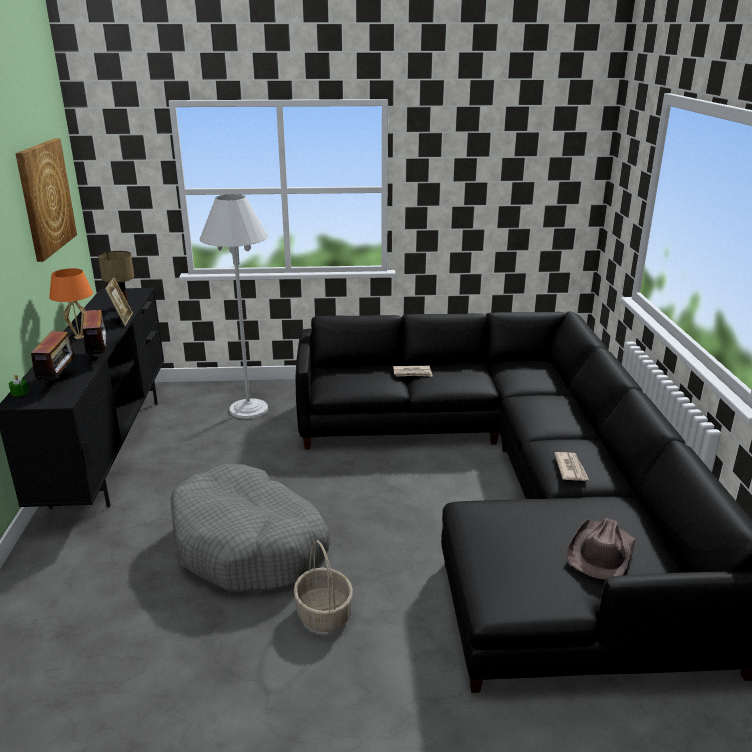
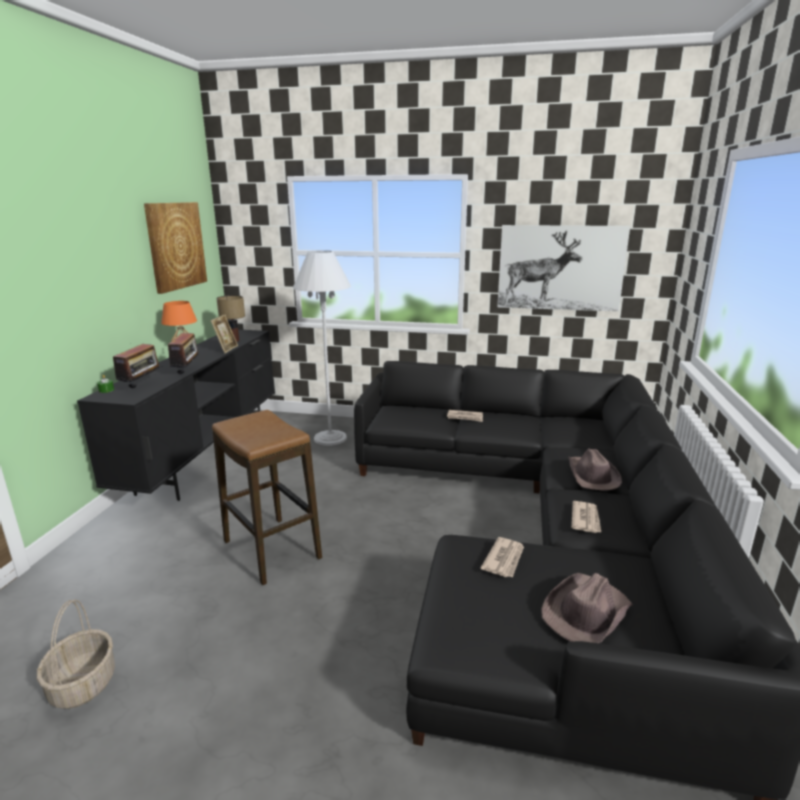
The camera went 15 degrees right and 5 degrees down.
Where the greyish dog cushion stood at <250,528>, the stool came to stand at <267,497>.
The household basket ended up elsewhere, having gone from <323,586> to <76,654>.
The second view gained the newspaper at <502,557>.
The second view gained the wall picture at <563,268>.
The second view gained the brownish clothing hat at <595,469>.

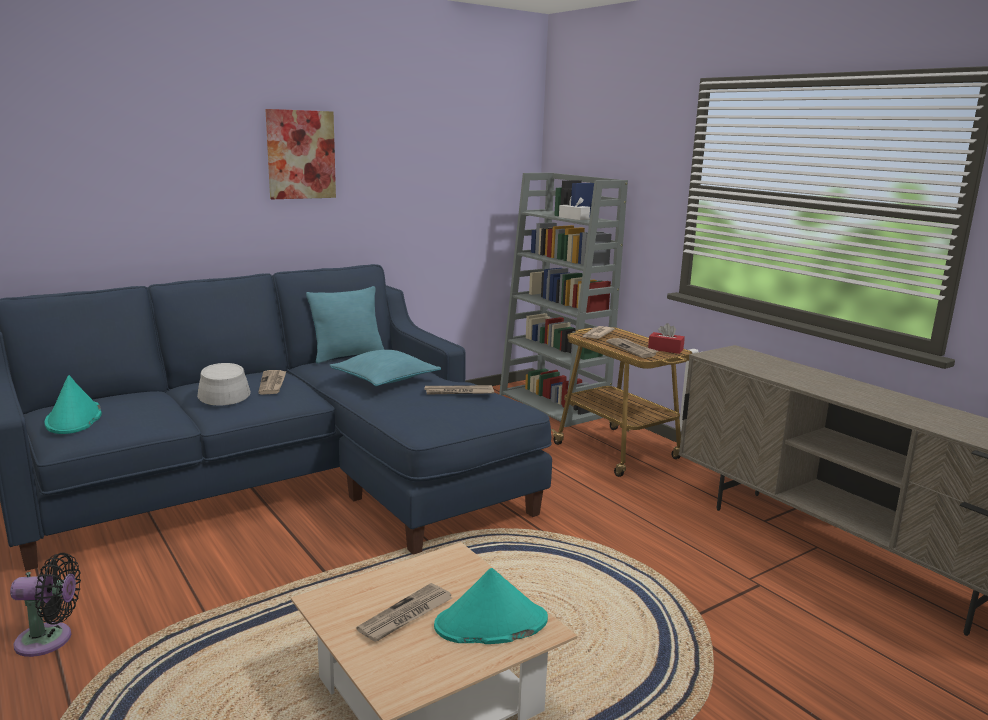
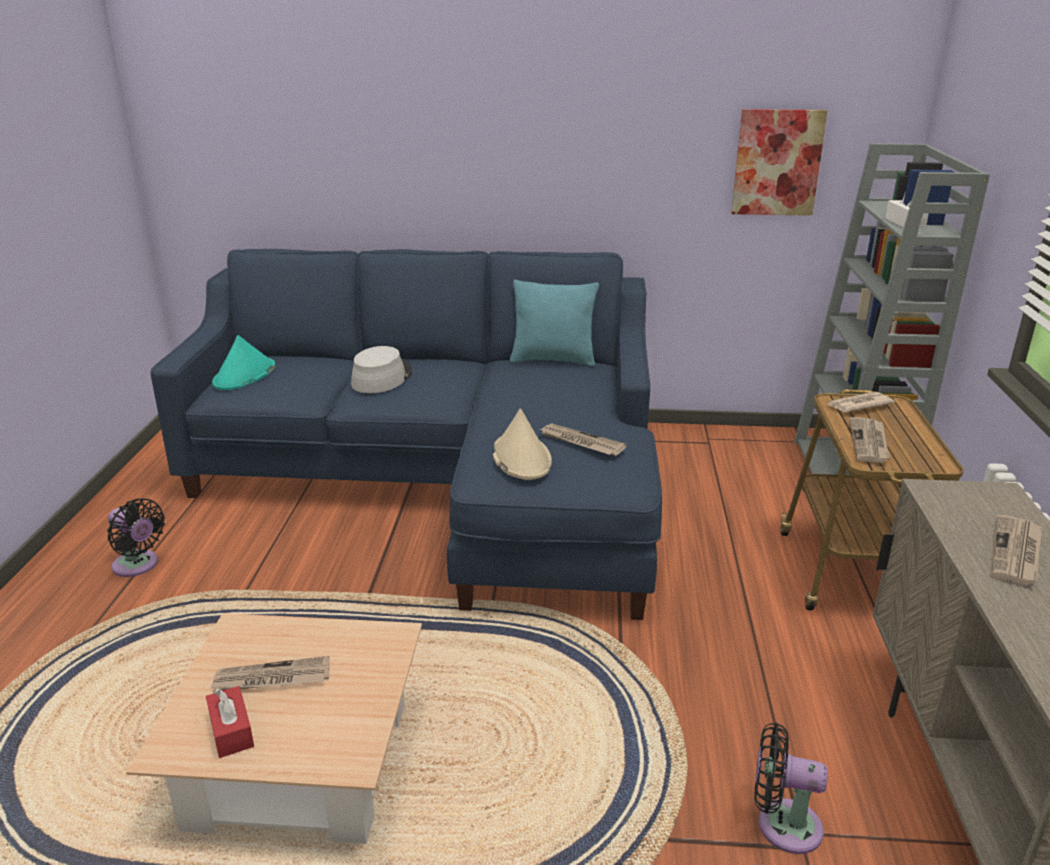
The camera went 40 degrees right and 10 degrees up.
The newspaper ended up elsewhere, having gone from <272,382> to <1016,550>.
The wall picture ended up elsewhere, having gone from <300,154> to <779,162>.
The second view lost the blue-green pillow at <385,368>.
The second view lost the blue-green clothing hat at <491,606>.
The reddish tissue holder ended up elsewhere, having gone from <666,338> to <230,722>.
The second view gained the beige-coloured clothing hat at <522,444>.
The second view gained the black fan at <791,788>.

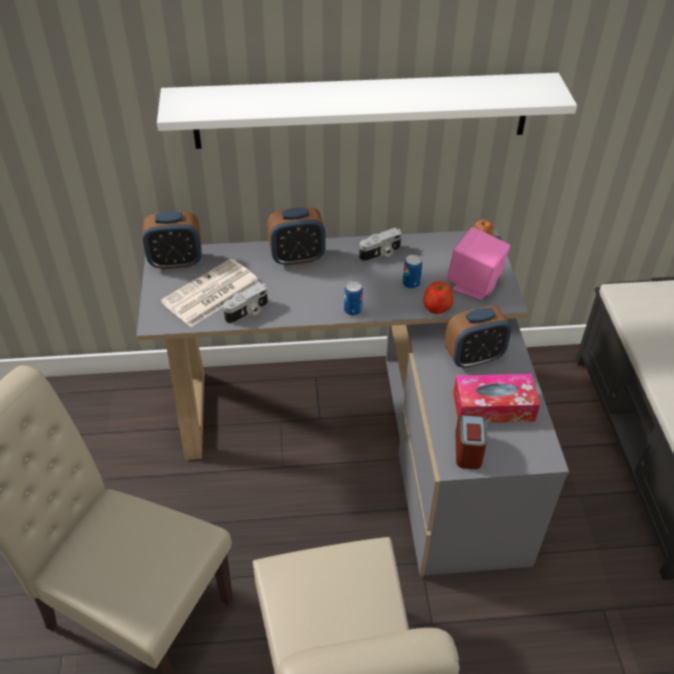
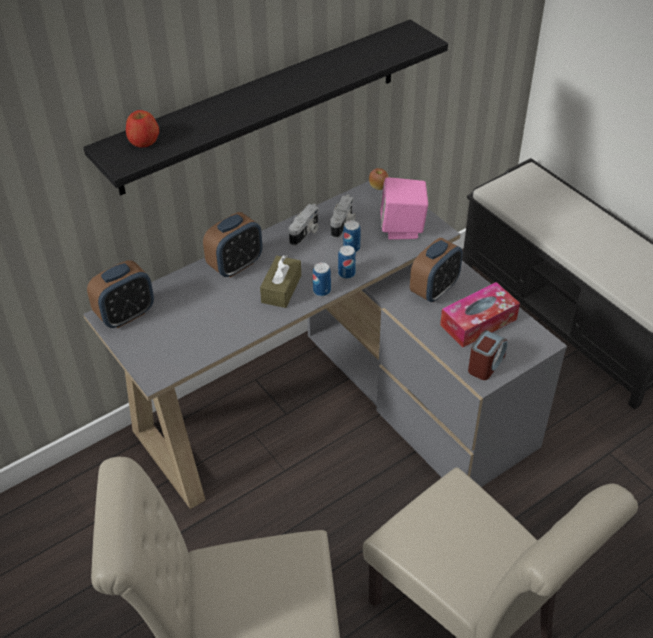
The camera went 30 degrees left and 0 degrees up.
What was the white-coloured bracket shelf at <367,111> turned into the black bracket shelf at <265,107>.
The second view lost the newspaper at <210,292>.
The still camera ended up elsewhere, having gone from <245,303> to <343,216>.
The apple fruit ended up elsewhere, having gone from <438,297> to <142,129>.
The bedside clock at <471,442> ended up facing another way, 60 degrees clockwise from before.
The second view gained the brownish tissue holder at <280,281>.
The second view gained the metal can at <347,262>.

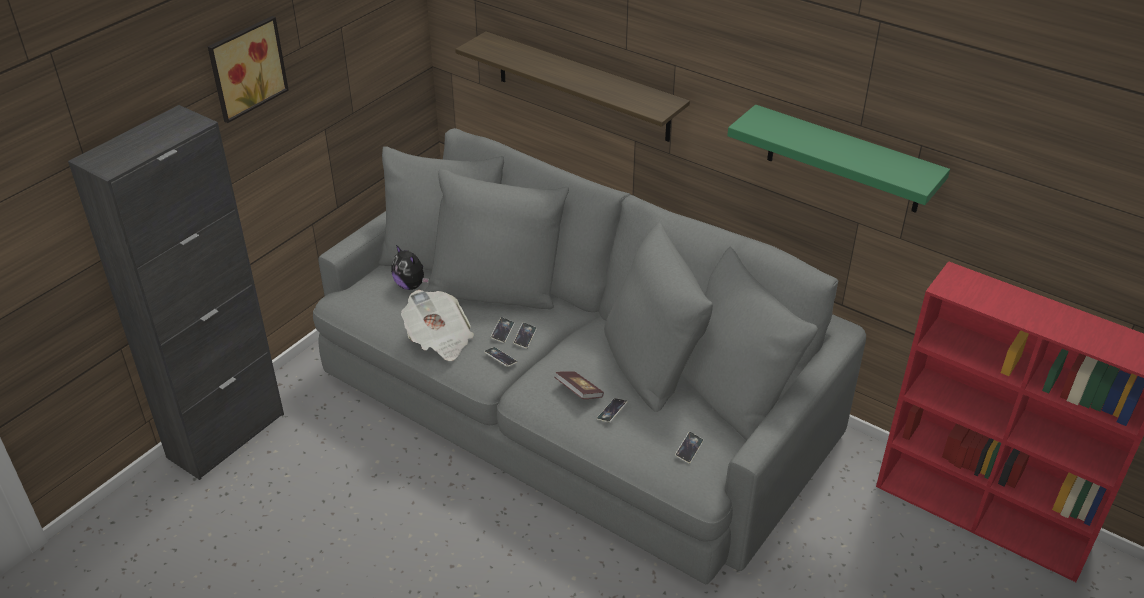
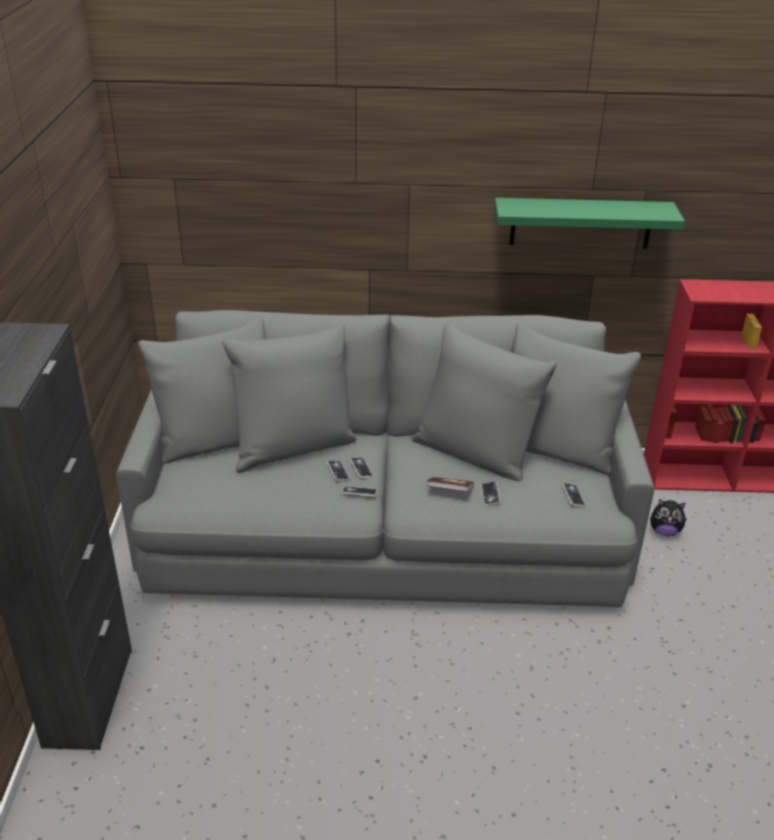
The camera went 35 degrees left and 5 degrees down.
The second view lost the wall picture at <248,69>.
The soft toy ended up elsewhere, having gone from <410,267> to <668,517>.
The second view lost the newspaper at <437,325>.
The second view lost the bracket shelf at <572,86>.

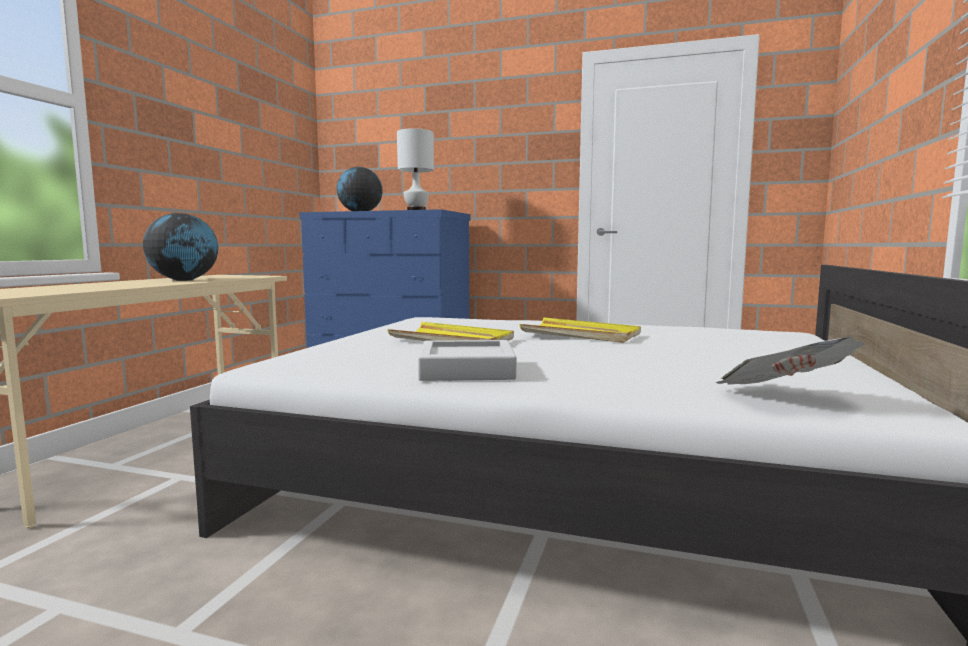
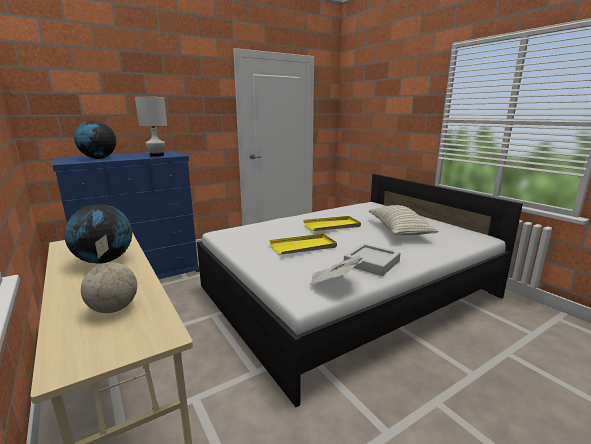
The camera went 50 degrees left and 10 degrees up.
The newspaper ended up elsewhere, having gone from <790,361> to <336,270>.
The second view gained the globe at <109,274>.
The second view gained the pillow at <403,220>.

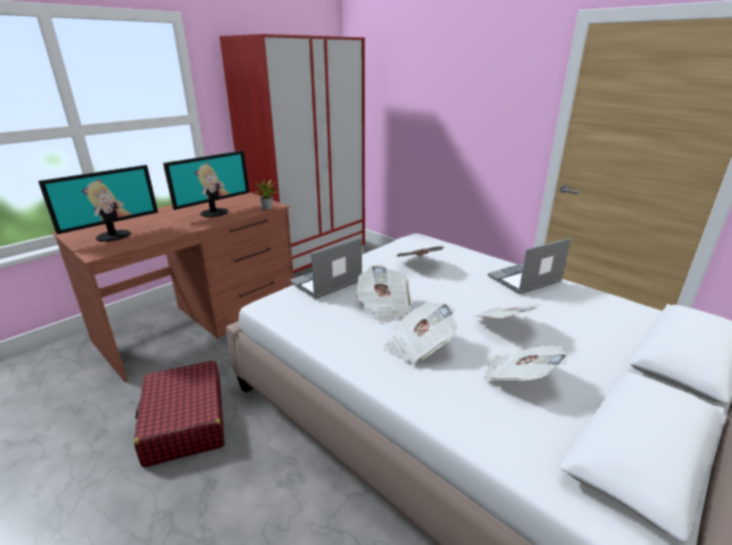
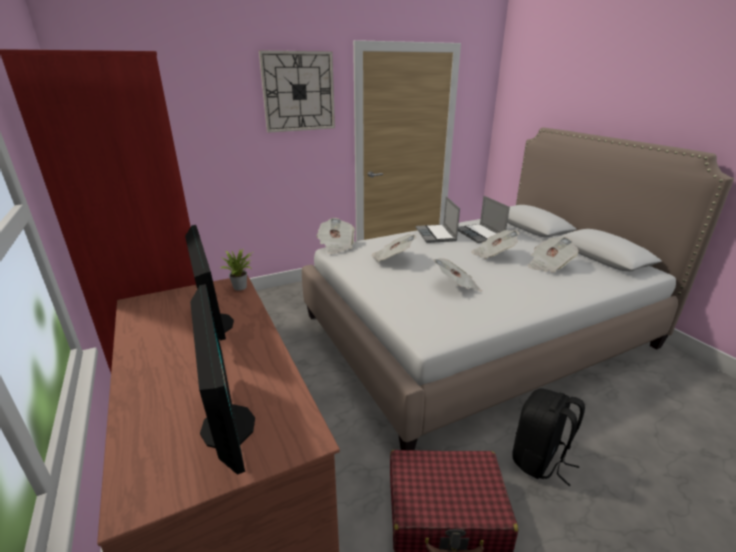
The camera went 70 degrees left and 0 degrees up.
The portable computer ended up elsewhere, having gone from <325,268> to <484,219>.
The newspaper ended up elsewhere, having gone from <420,333> to <336,236>.
The second view gained the wall clock at <297,91>.
The second view gained the black backpack at <548,437>.

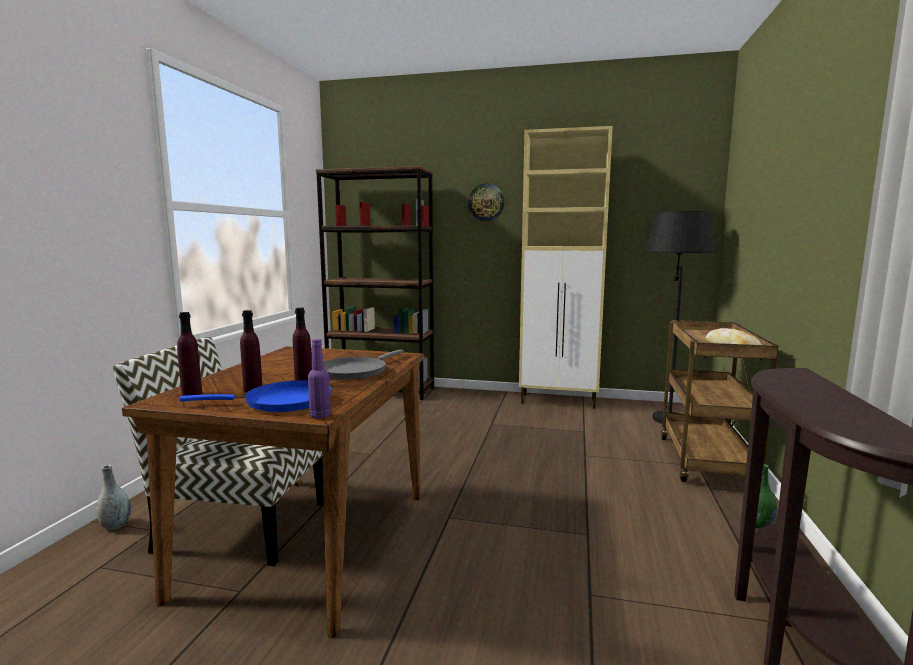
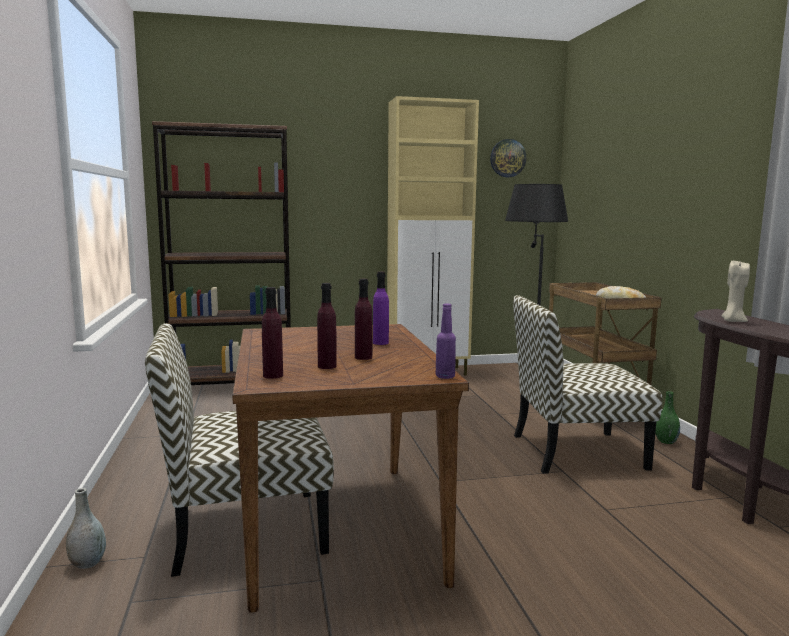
The camera went 25 degrees left and 0 degrees up.
The second view lost the blue-coloured pan at <255,396>.
Where the greyish pan stood at <364,364>, the purple-coloured drink bottle came to stand at <381,308>.
The wall clock ended up elsewhere, having gone from <486,202> to <508,158>.
The second view gained the upright chair at <587,384>.
The second view gained the beige-coloured candle at <736,291>.

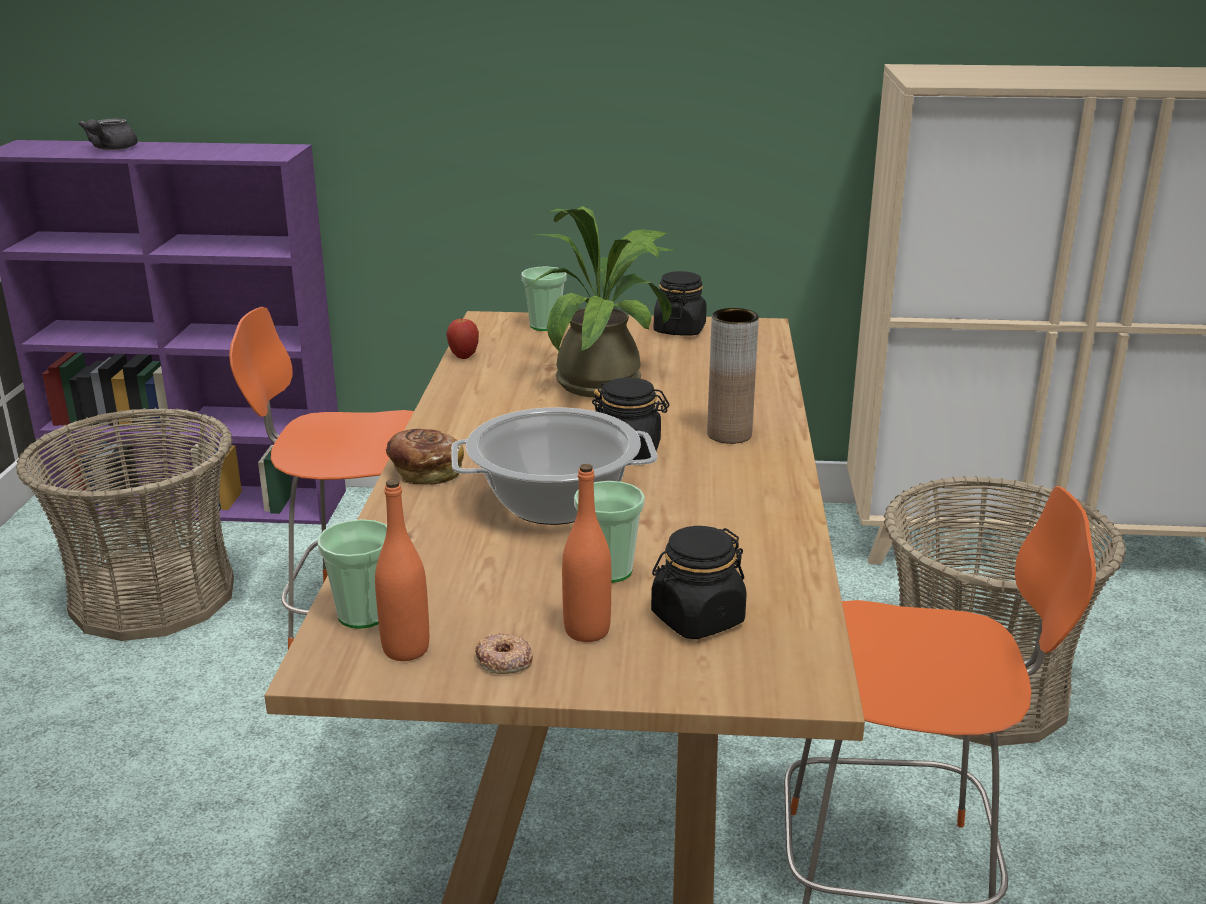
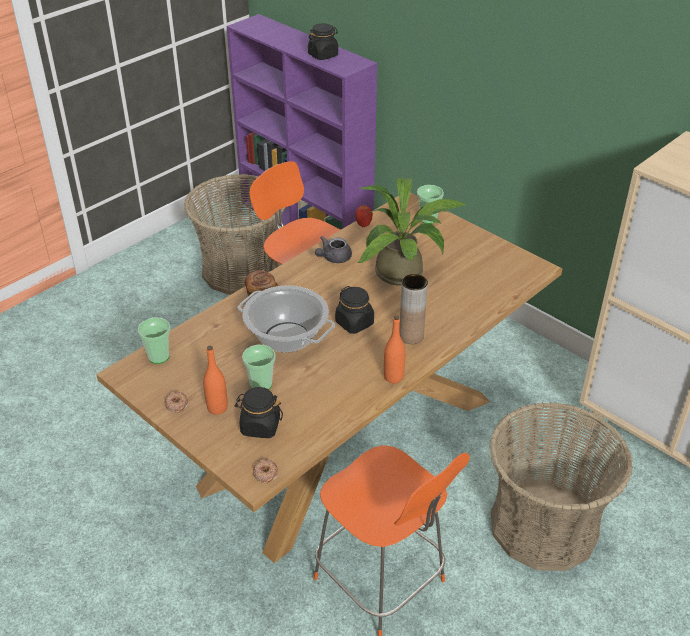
The camera went 40 degrees right and 15 degrees up.
The greyish pot for tea ended up elsewhere, having gone from <108,134> to <333,249>.
The orange drink bottle ended up elsewhere, having gone from <402,570> to <394,349>.
The black preserve jar ended up elsewhere, having gone from <680,303> to <323,41>.
The second view gained the ring doughnut at <265,471>.

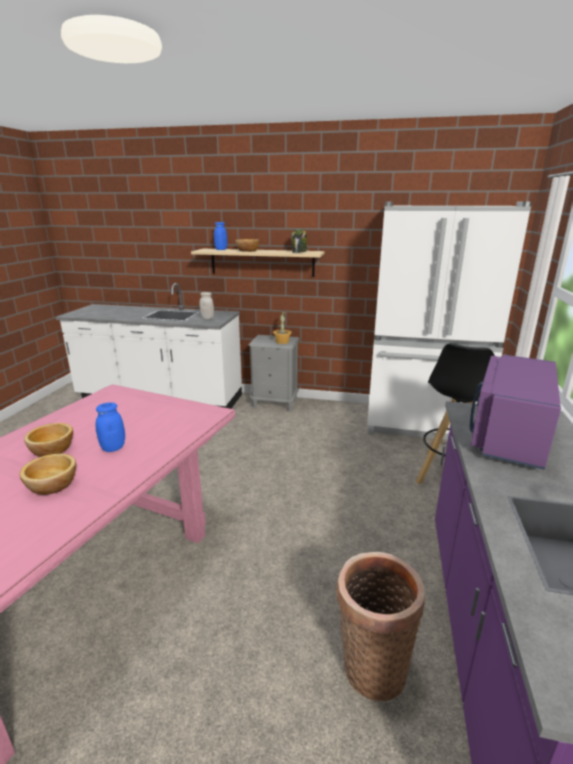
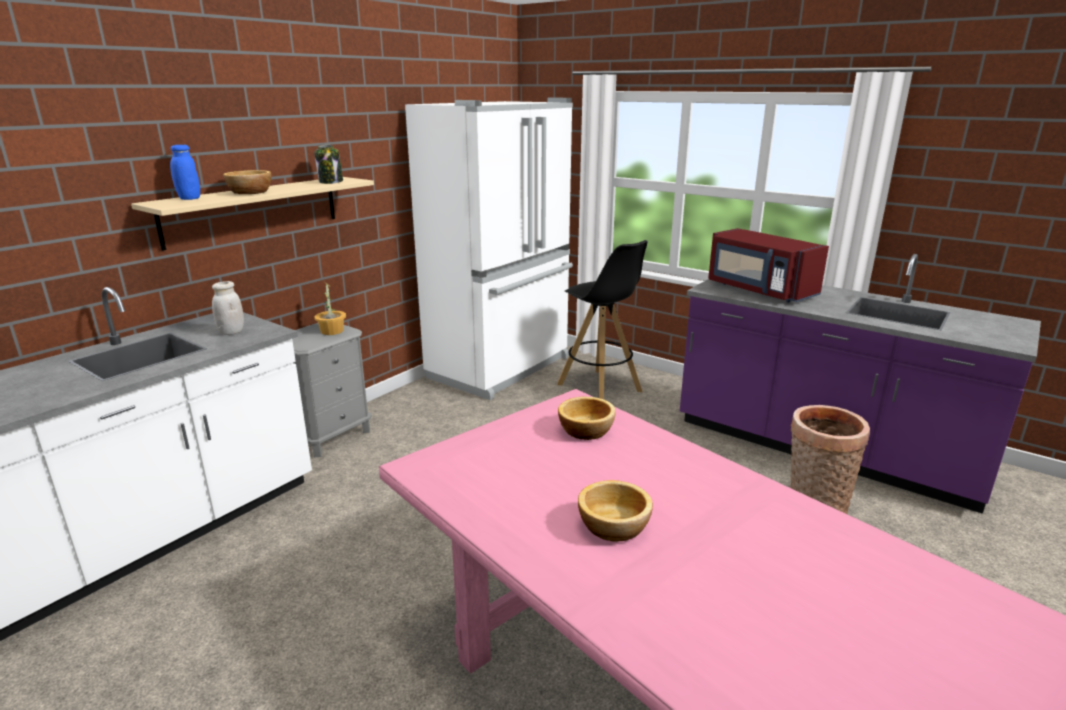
The camera went 65 degrees left and 0 degrees up.
The deep dish ended up elsewhere, having gone from <47,474> to <587,418>.
The second view lost the blue-coloured preserve jar at <110,427>.
What was the purple-coloured kitchen microwave at <515,412> turned into the reddish kitchen microwave at <768,265>.

